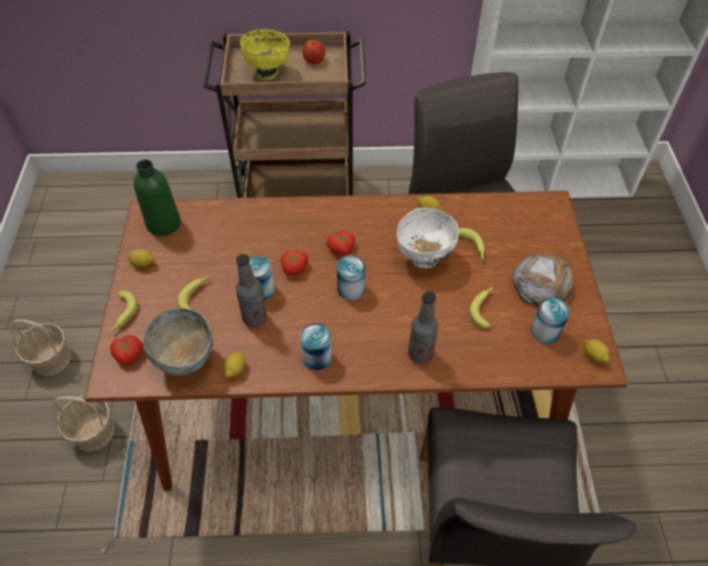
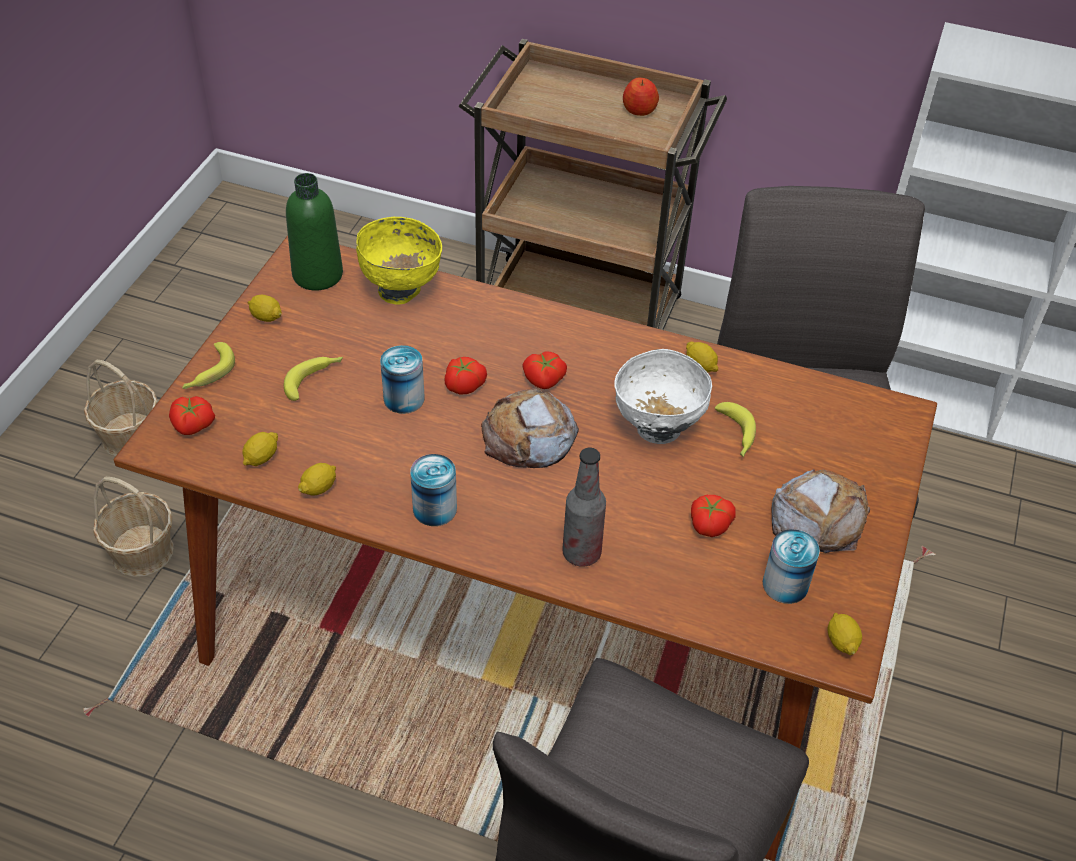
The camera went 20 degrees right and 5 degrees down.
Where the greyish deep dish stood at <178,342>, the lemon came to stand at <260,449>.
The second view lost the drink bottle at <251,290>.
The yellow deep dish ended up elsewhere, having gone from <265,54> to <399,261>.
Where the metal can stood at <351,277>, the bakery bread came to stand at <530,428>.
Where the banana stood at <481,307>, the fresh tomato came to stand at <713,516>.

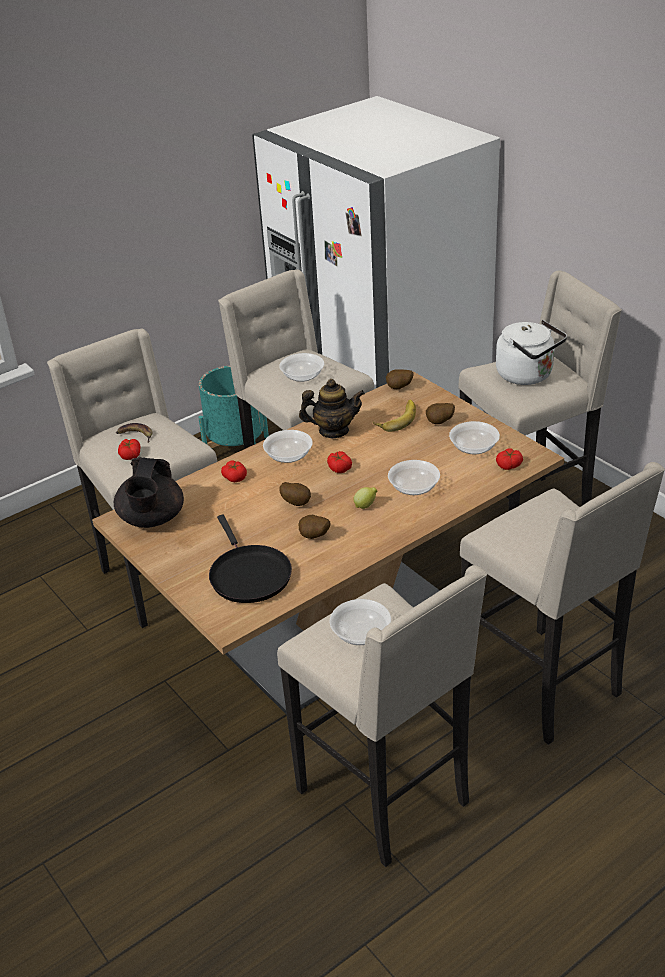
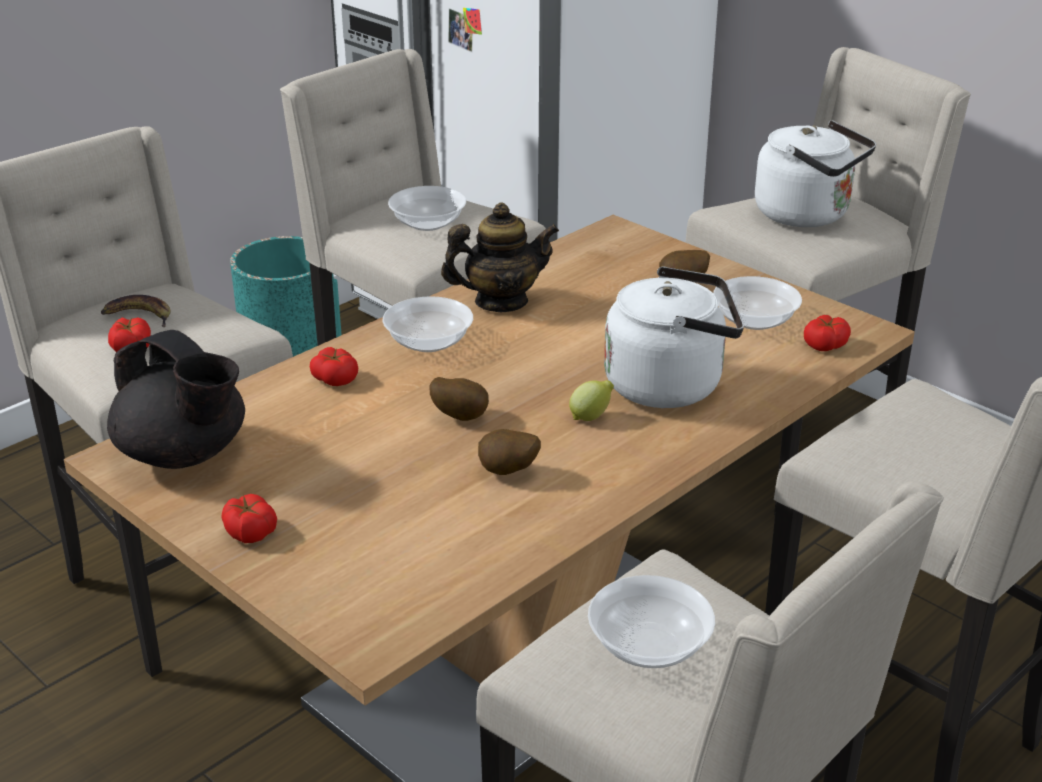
The camera went 10 degrees left and 5 degrees down.
The black pot for tea at <149,492> ended up facing another way, 45 degrees counterclockwise from before.
The second view lost the black pan at <250,558>.
The fresh tomato ended up elsewhere, having gone from <339,462> to <249,518>.
The second view lost the banana at <394,416>.
The second view lost the whole potato at <399,379>.
Where the deep dish stood at <414,477>, the white-coloured water kettle came to stand at <674,337>.

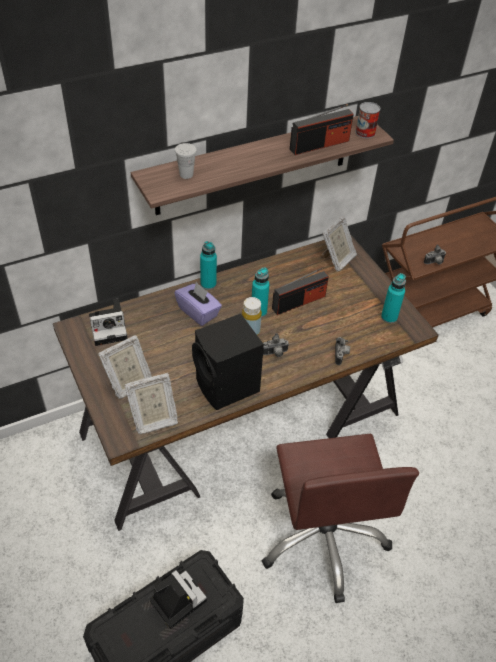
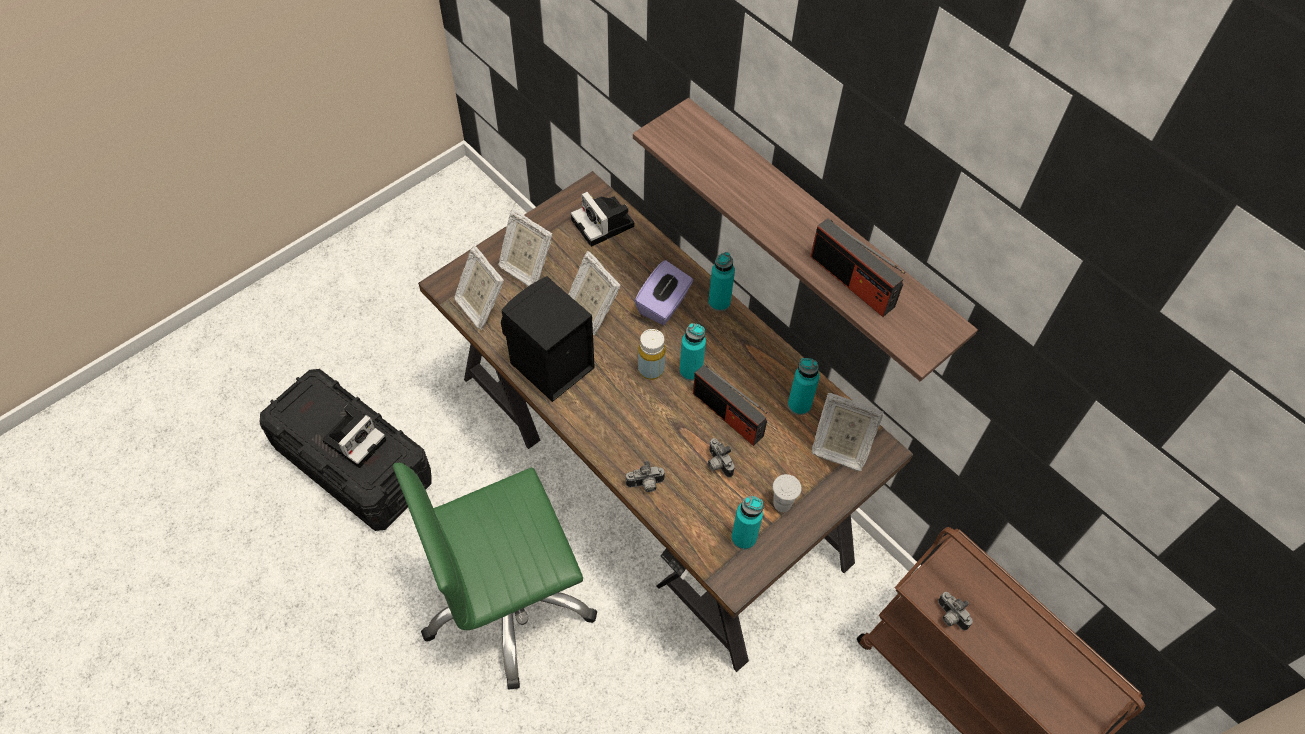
The camera went 75 degrees right and 10 degrees up.
The white-coloured drinking cup ended up elsewhere, having gone from <186,161> to <787,493>.
What was the brownish desk chair at <340,518> turned into the green-coloured desk chair at <495,576>.
The still camera ended up elsewhere, having gone from <276,345> to <721,457>.
The second view lost the metal can at <367,120>.
The second view gained the picture frame at <594,293>.
The second view gained the blue-green drink bottle at <804,386>.

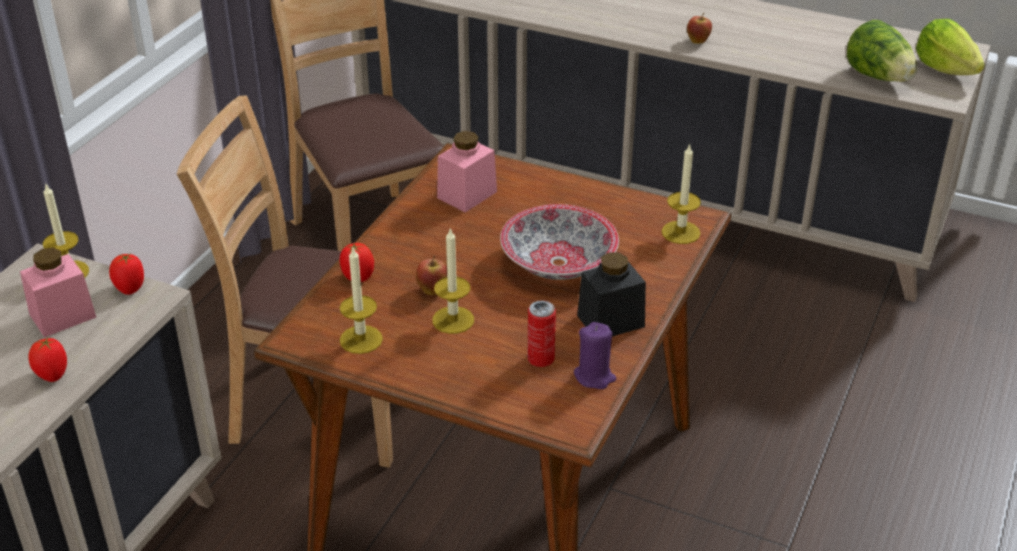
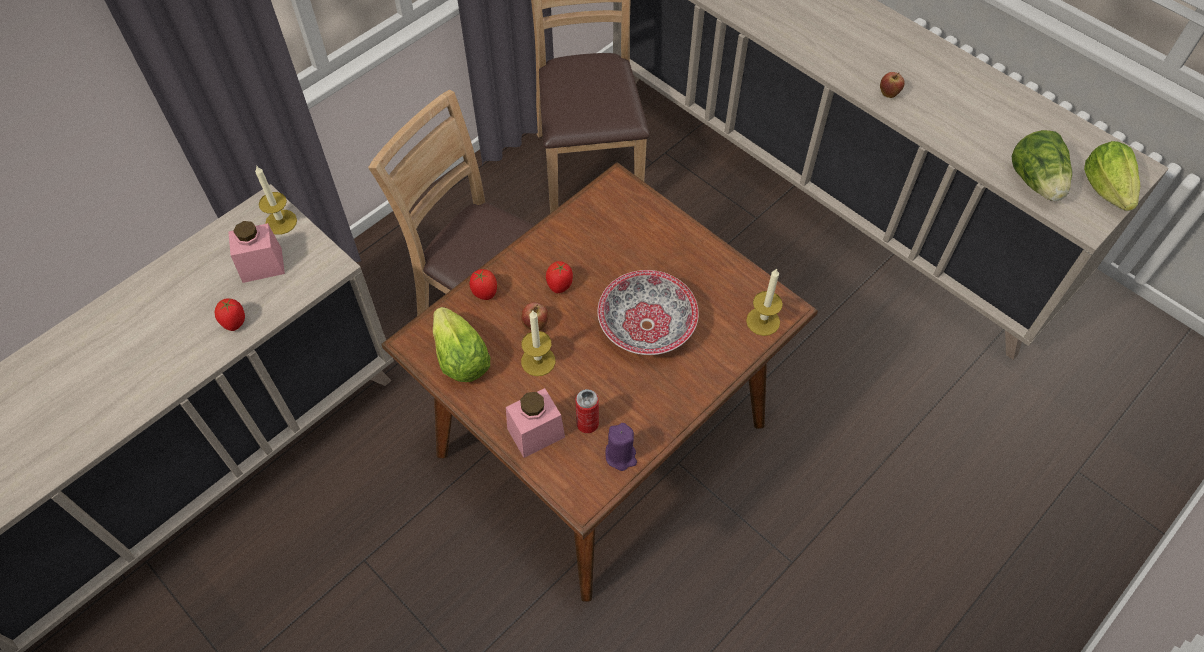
The camera went 20 degrees right and 20 degrees up.
The fresh tomato ended up elsewhere, having gone from <126,274> to <559,277>.
Where the candle stood at <361,301>, the head of lettuce came to stand at <461,344>.
The pinkish preserve jar ended up elsewhere, having gone from <467,171> to <535,423>.
The second view lost the black preserve jar at <611,294>.

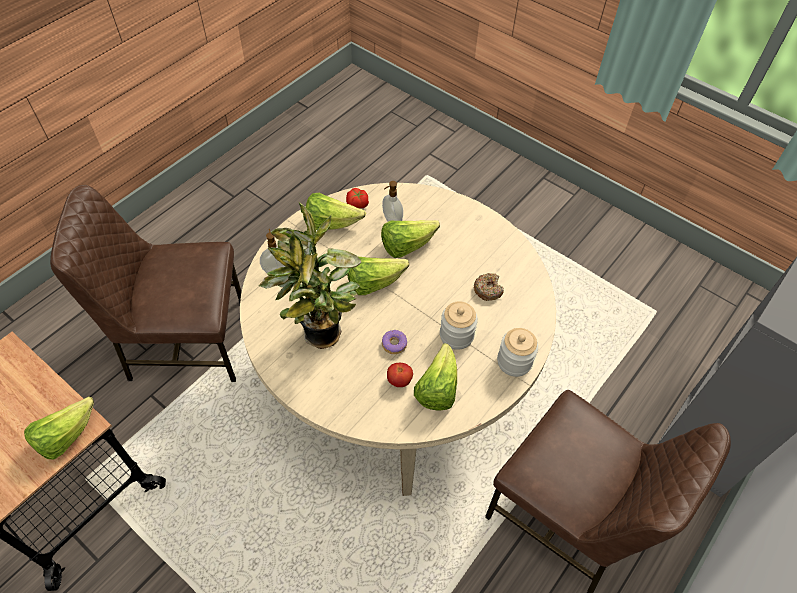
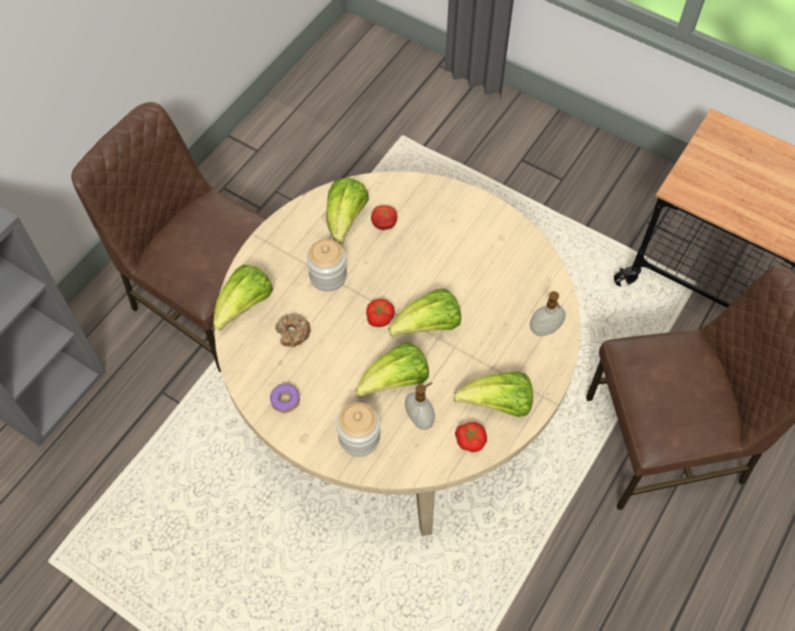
The camera went 175 degrees right and 5 degrees up.
The head of lettuce ended up elsewhere, having gone from <59,428> to <243,298>.
The second view lost the plant in a pot at <309,275>.
The ring doughnut ended up elsewhere, having gone from <394,342> to <285,398>.
The preserve jar ended up elsewhere, having gone from <517,352> to <358,429>.
The second view gained the fresh tomato at <380,313>.

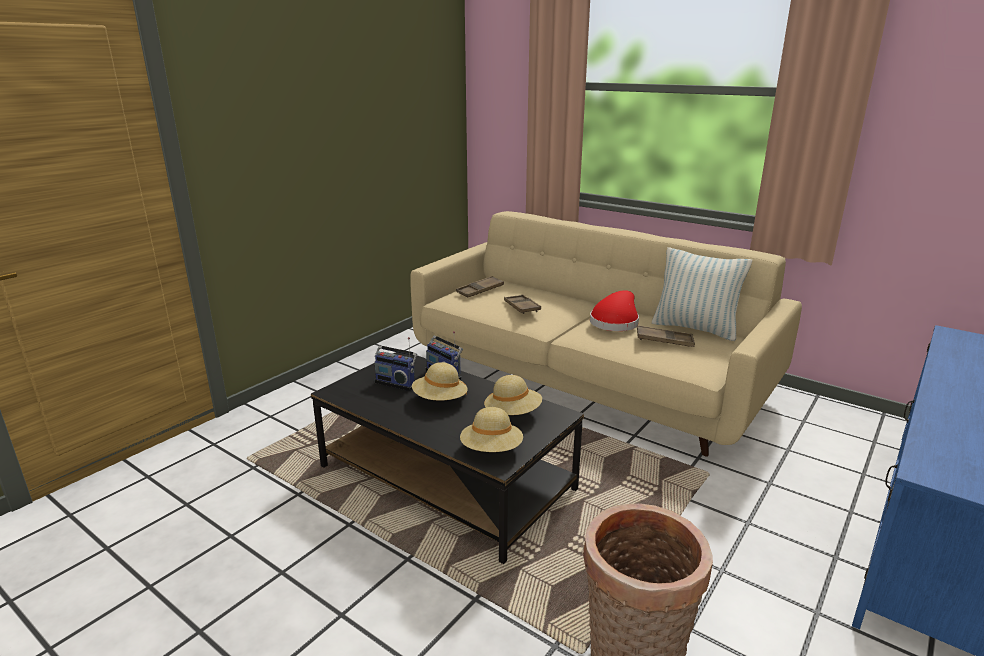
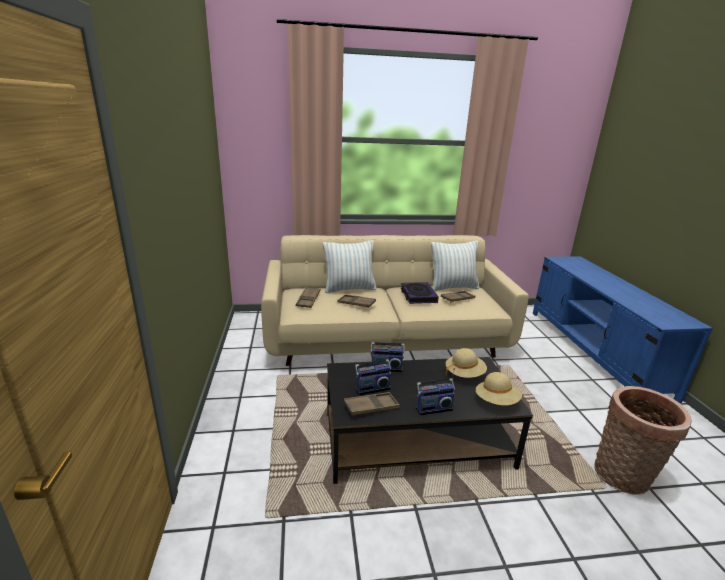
The camera went 45 degrees left and 0 degrees up.
The second view lost the beige-coloured clothing hat at <440,381>.
Where the reddish clothing hat stood at <614,310>, the book came to stand at <420,293>.
The second view gained the pillow at <349,266>.
The second view gained the brownish tray at <372,404>.
The second view gained the radio set at <435,391>.

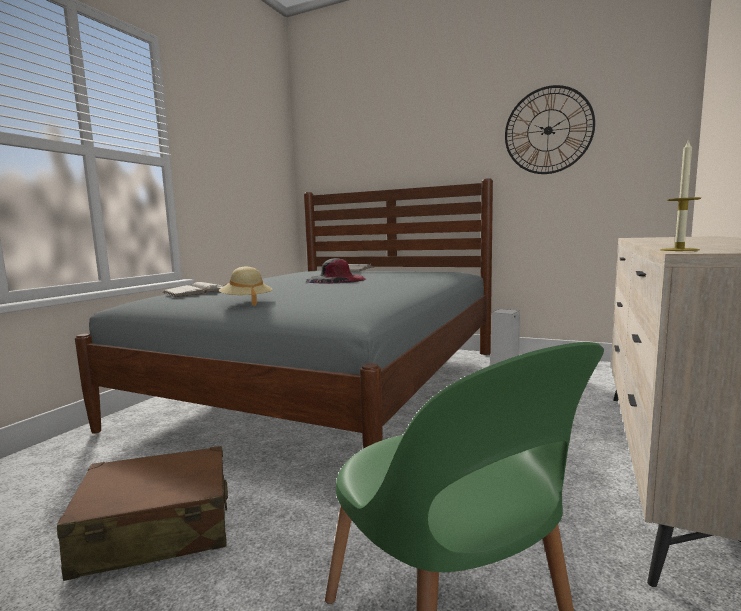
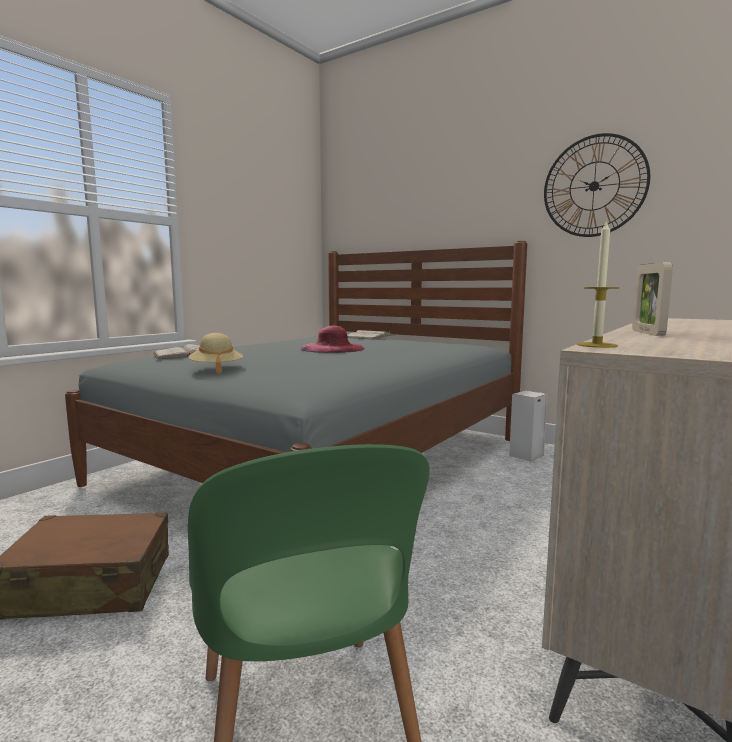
The camera went 10 degrees right and 0 degrees up.
What was the black clothing hat at <336,271> turned into the pinkish clothing hat at <333,339>.
The second view gained the picture frame at <652,299>.

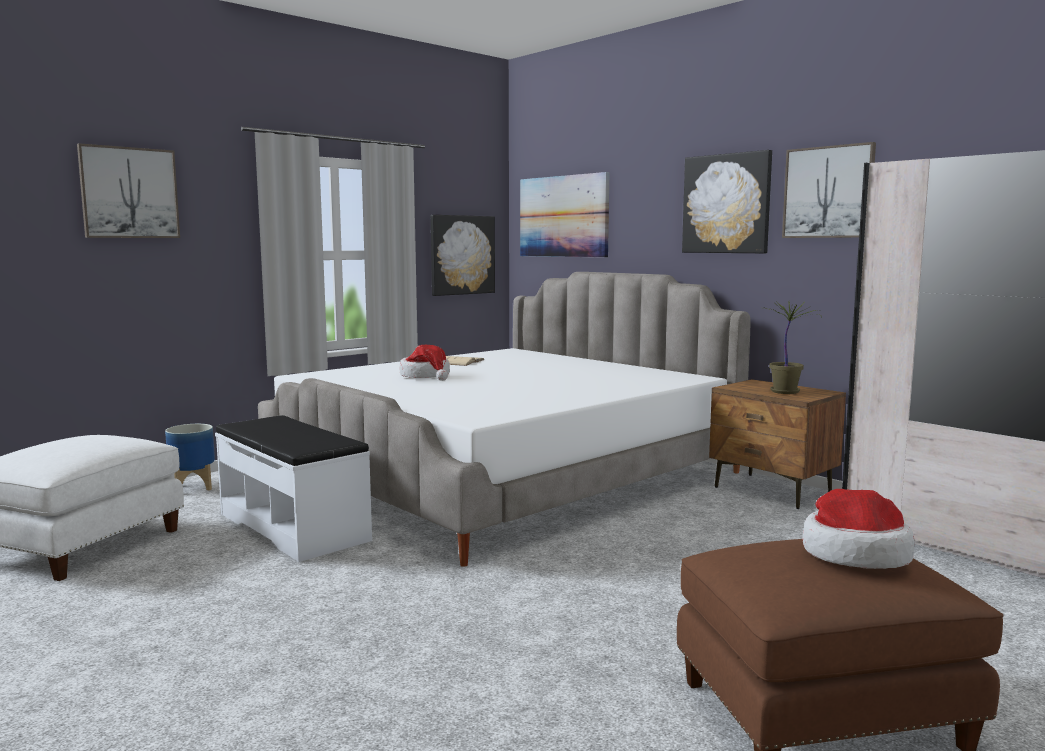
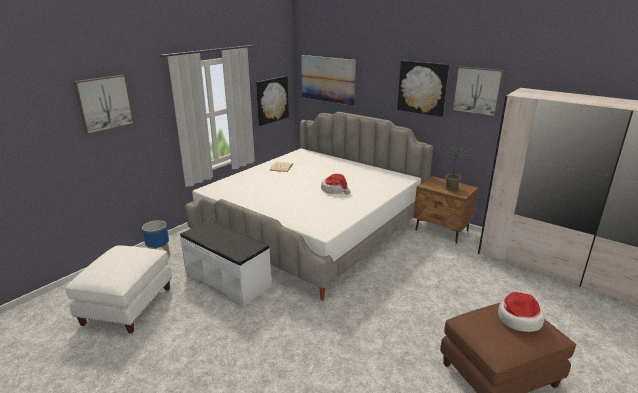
The camera went 10 degrees left and 15 degrees up.
The clothing hat ended up elsewhere, having gone from <425,363> to <336,184>.

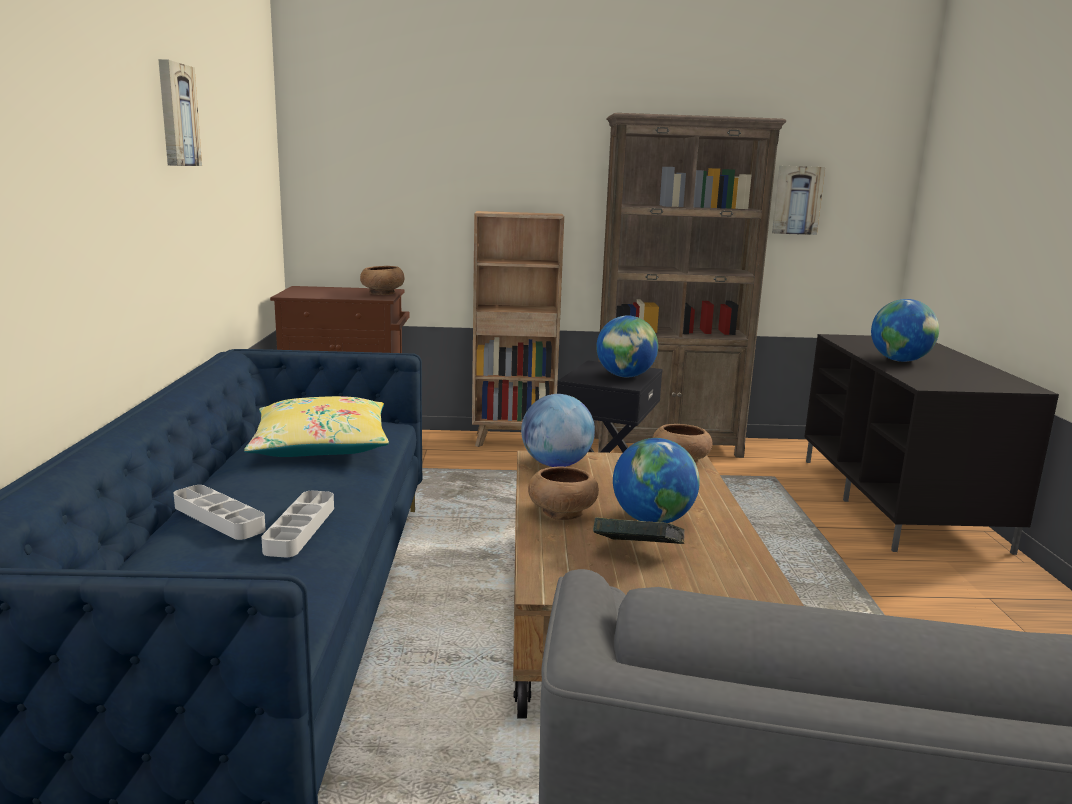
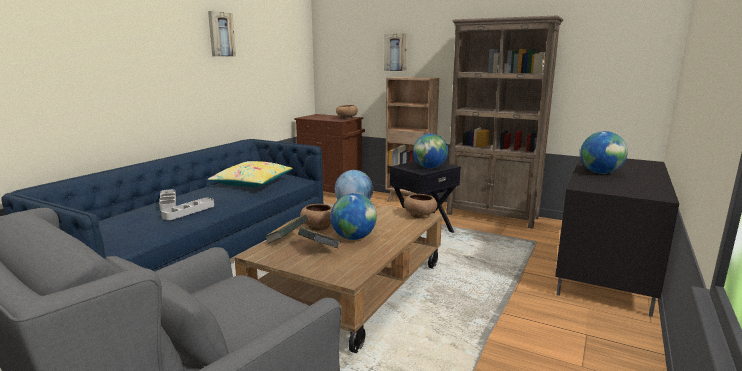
The camera went 30 degrees right and 0 degrees up.
The wall picture ended up elsewhere, having gone from <798,200> to <395,52>.
The second view gained the book at <286,229>.

